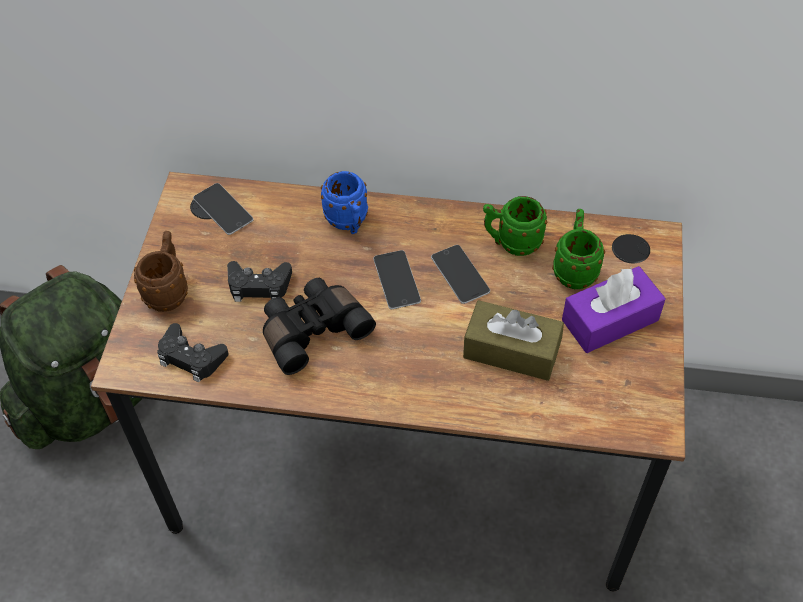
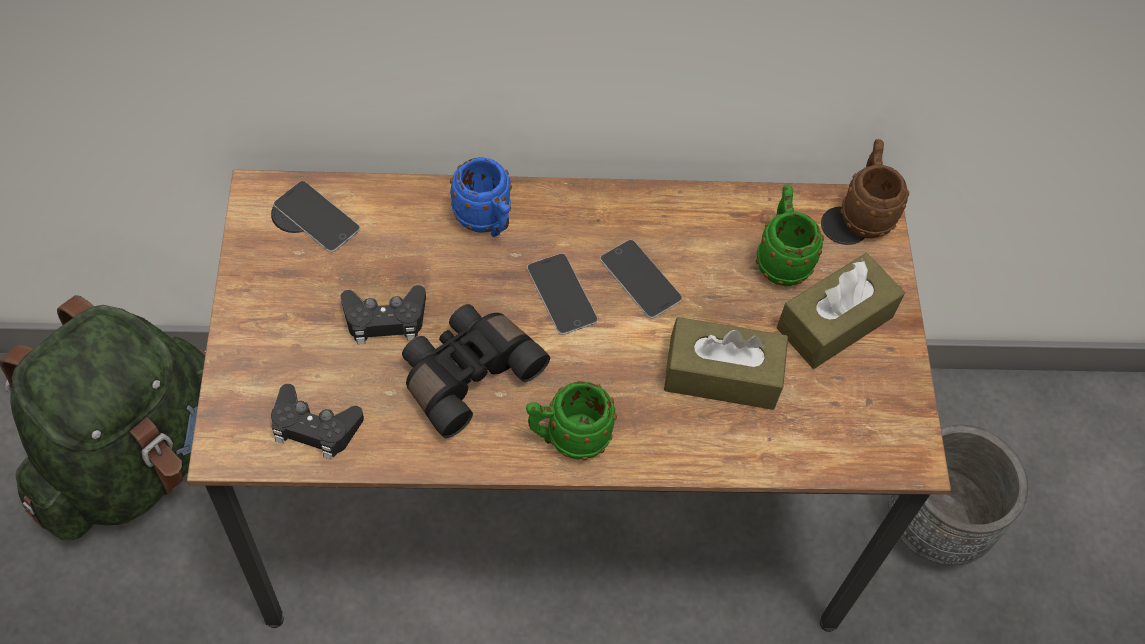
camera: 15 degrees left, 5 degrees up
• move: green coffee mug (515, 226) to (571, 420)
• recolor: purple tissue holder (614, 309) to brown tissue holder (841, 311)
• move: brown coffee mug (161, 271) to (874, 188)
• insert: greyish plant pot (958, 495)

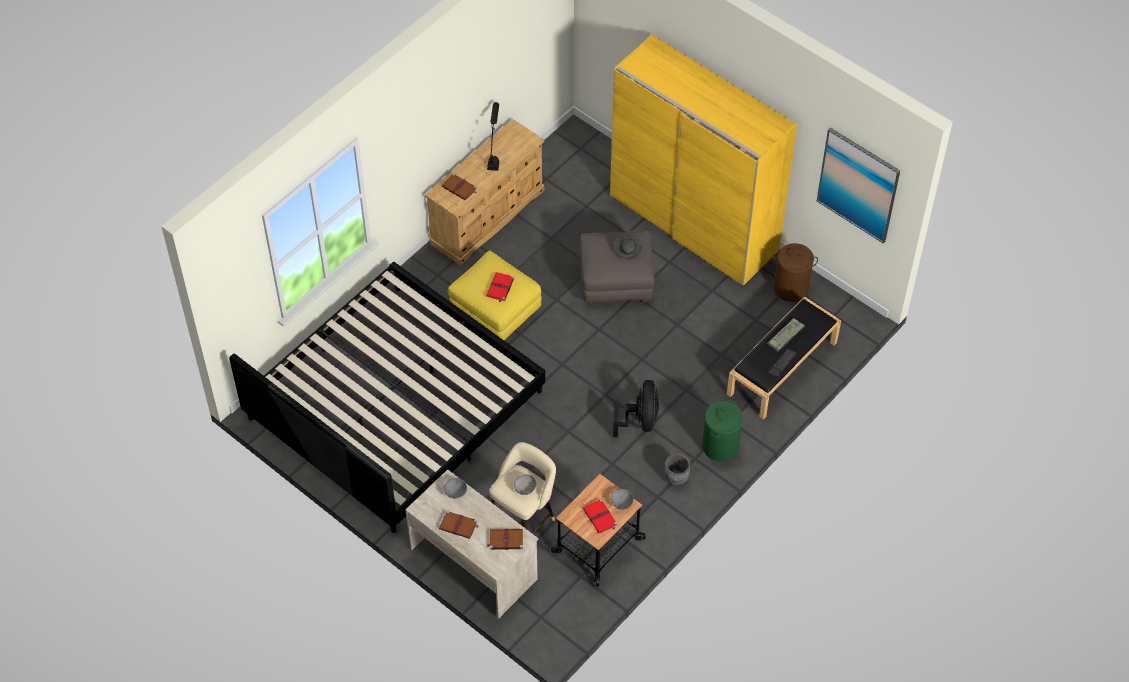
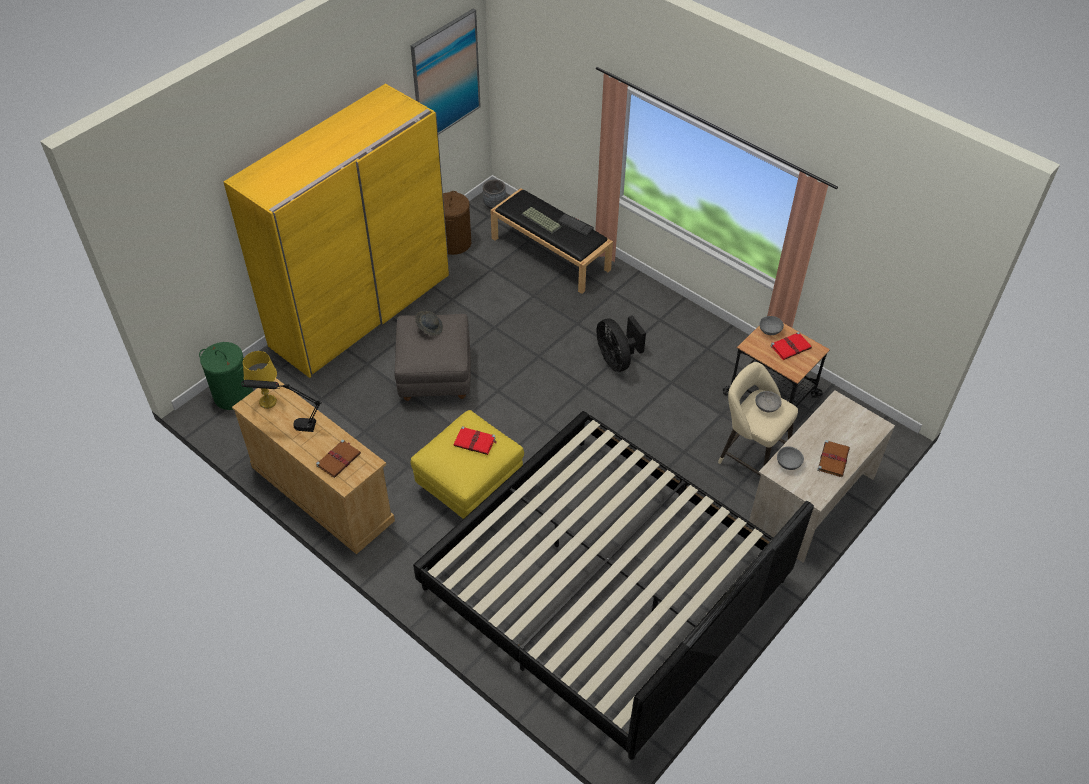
camera: 90 degrees left, 5 degrees down
• move: green laundry basket (722, 431) to (226, 376)
• insert: yellow lamp for a table (260, 380)
• move: greyish plant pot (677, 469) to (494, 194)
• rotate: black fan (636, 408) = (621, 343) 120 degrees counterclockwise
• delete: brown volume (505, 539)

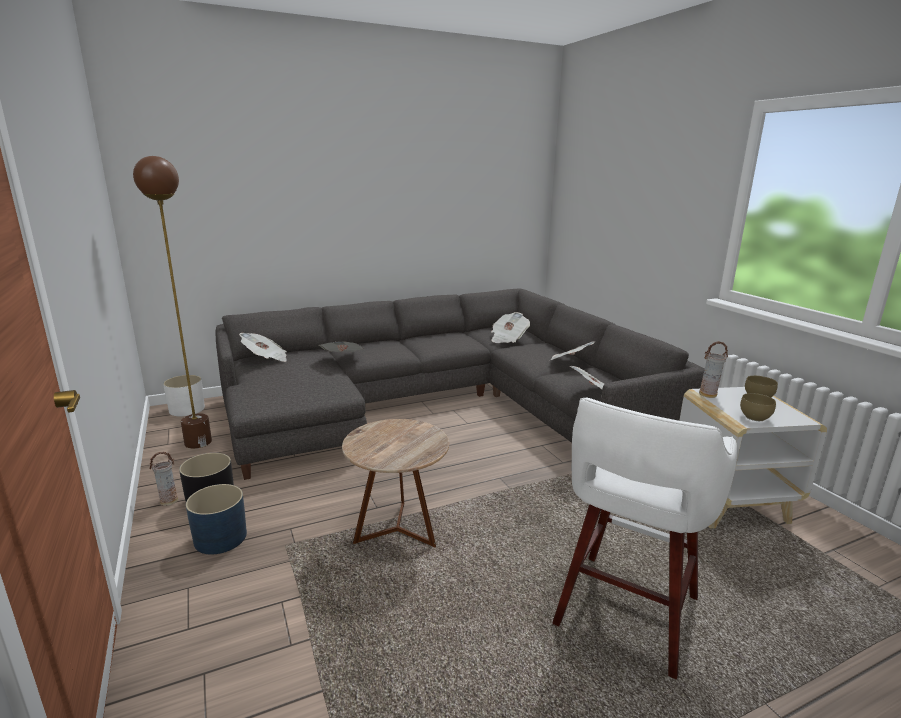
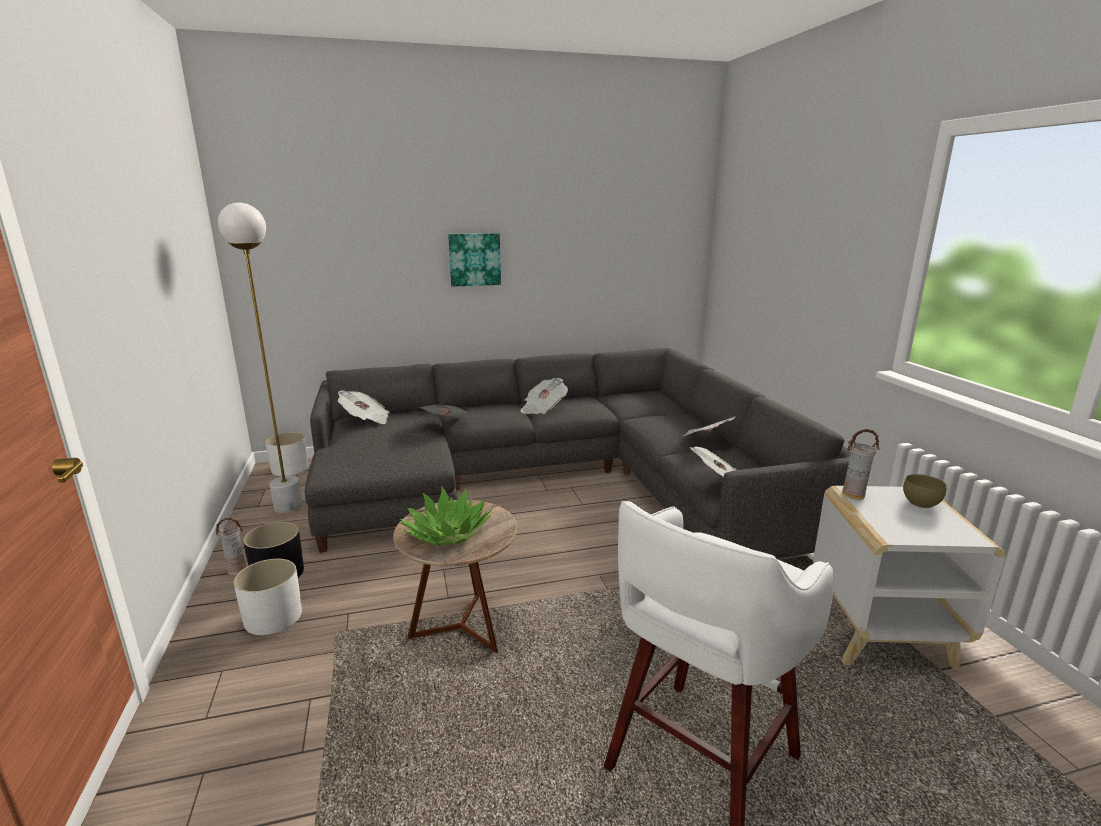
camera: 10 degrees right, 0 degrees up
• recolor: brown standing lamp (172, 302) to white standing lamp (260, 358)
• recolor: blue-coloured plant pot (216, 519) to white plant pot (268, 597)
• insert: potted plant (446, 516)
• insert: wall art (474, 260)
• move: newspaper (510, 327) to (544, 396)
• delete: brown serving bowl (758, 407)

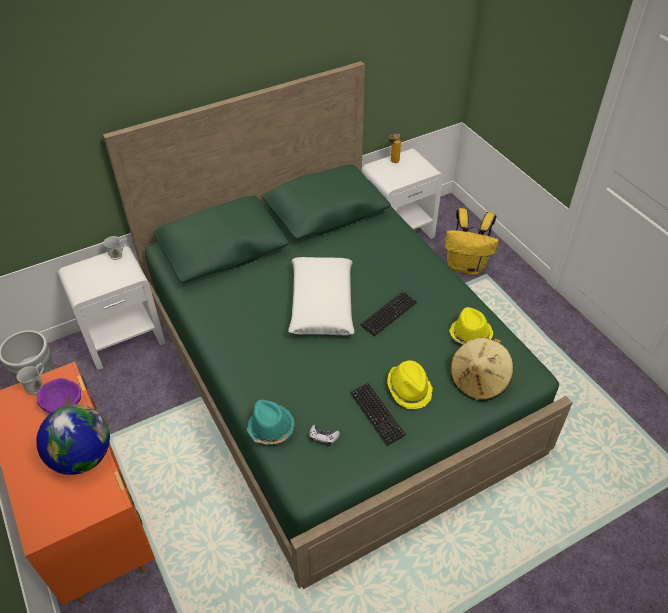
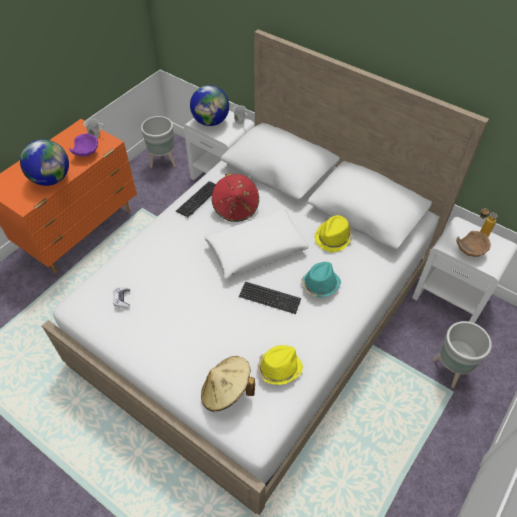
camera: 65 degrees right, 5 degrees up
• recolor: green bed (338, 325) to white bed (265, 272)
• move: computer keyboard (378, 414) to (196, 199)
• insert: globe (209, 105)
• insert: red wearable hat (235, 197)
• move: blue-green wearable hat (270, 422) to (321, 279)
• move: yellow wearable hat (410, 384) to (334, 234)
• replace: yellow knapsack (471, 241) to greyish plant pot (462, 354)
• insert: brown serving bowl (473, 244)

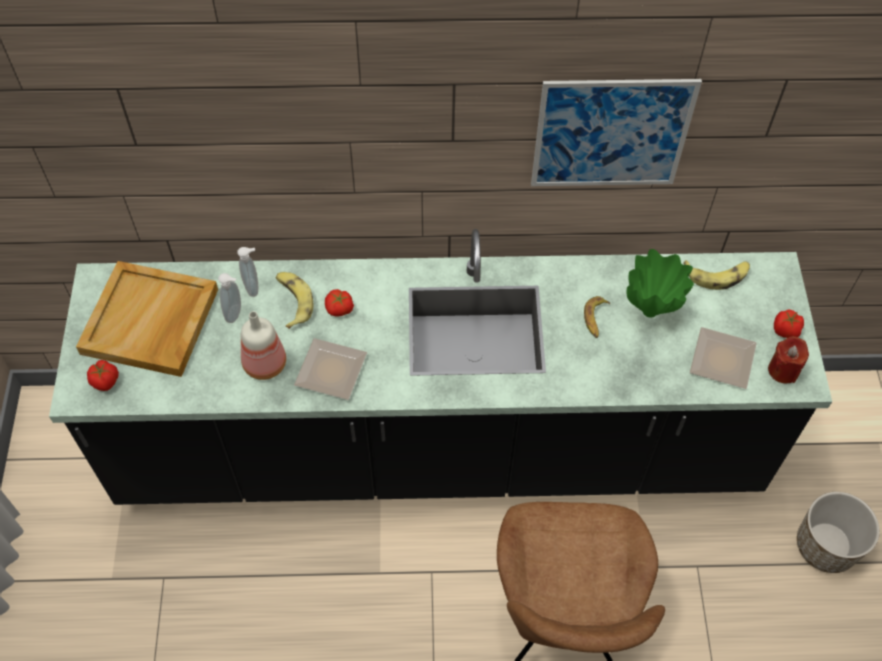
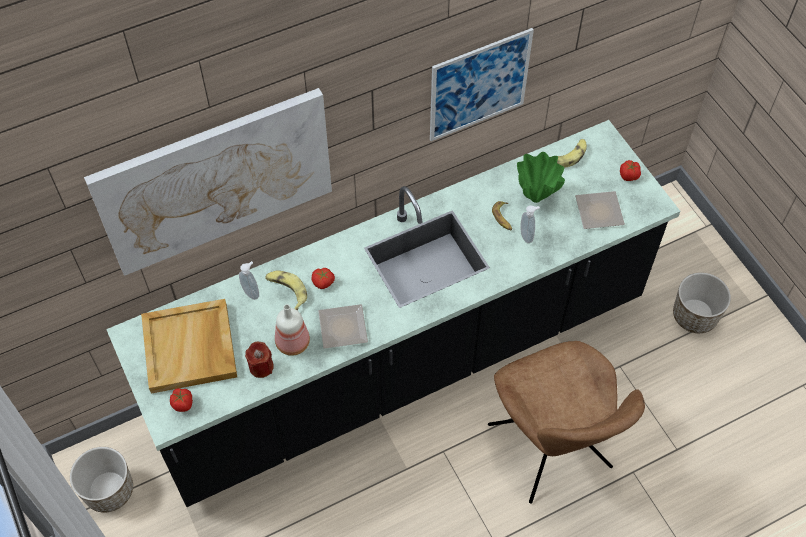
camera: 25 degrees left, 0 degrees up
• insert: plant pot (101, 480)
• insert: wall art (208, 182)
• move: red candle (788, 360) to (259, 359)
• move: soap dispenser (229, 298) to (530, 224)

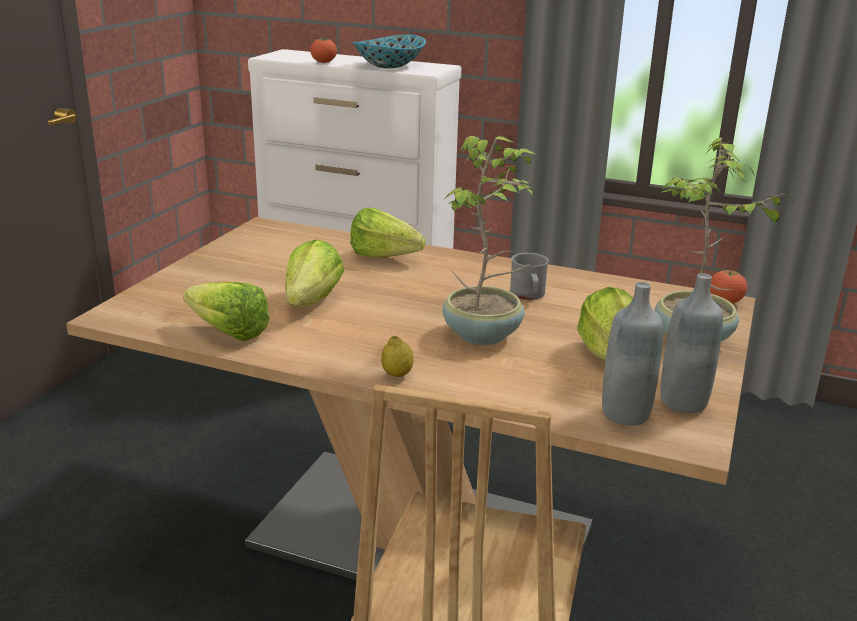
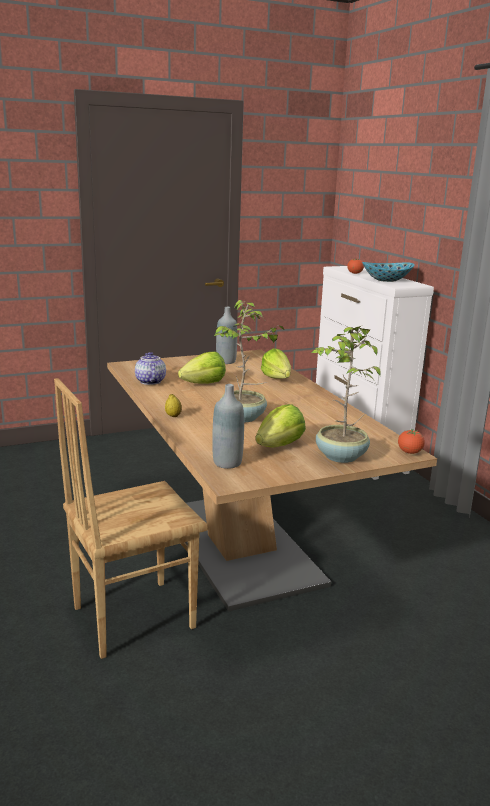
camera: 45 degrees right, 5 degrees down
• replace: head of lettuce (226, 311) to pot for tea (150, 368)
• move: greyish bottle (691, 343) to (226, 335)
• delete: greyish coffee mug (529, 276)

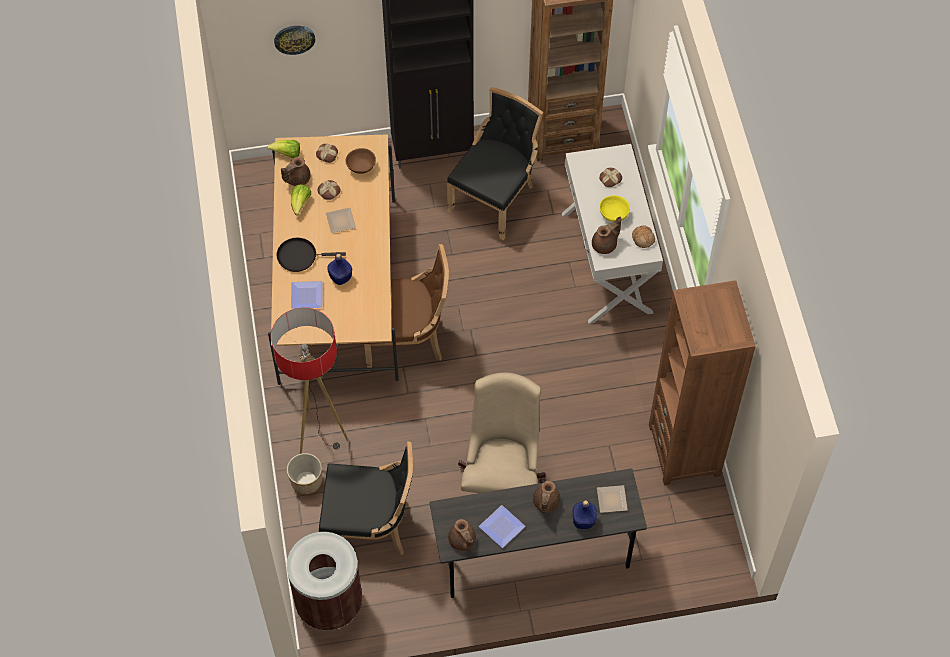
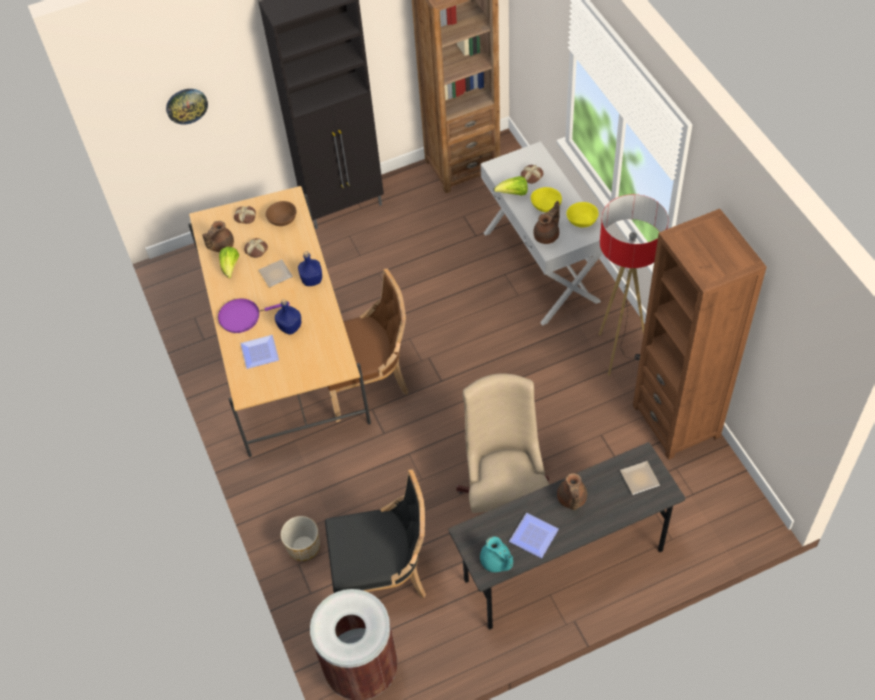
camera: 10 degrees left, 5 degrees down
• recolor: black frying pan (311, 255) to purple frying pan (254, 315)
• move: blue-coloured bottle (585, 514) to (310, 268)
• recolor: brown pot for tea (462, 535) to blue-green pot for tea (496, 554)
• move: head of lettuce (283, 149) to (511, 186)
• replace: bakery bread (643, 236) to yellow serving bowl (582, 214)
• move: standing lamp (309, 380) to (633, 285)
• delete: black chair (495, 163)

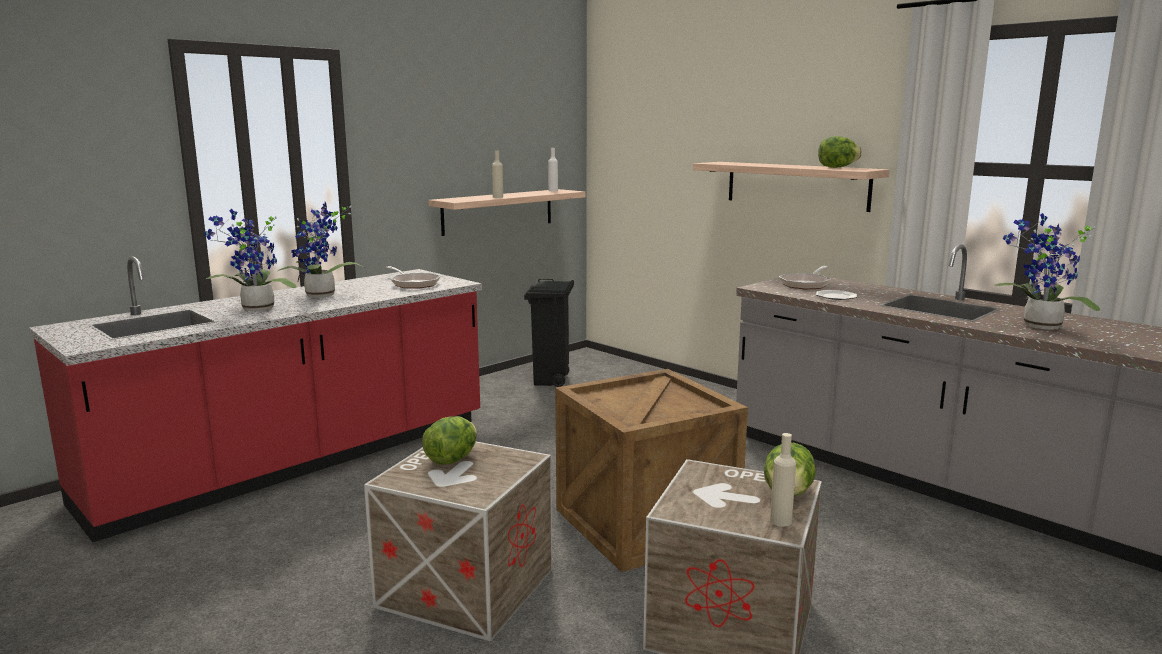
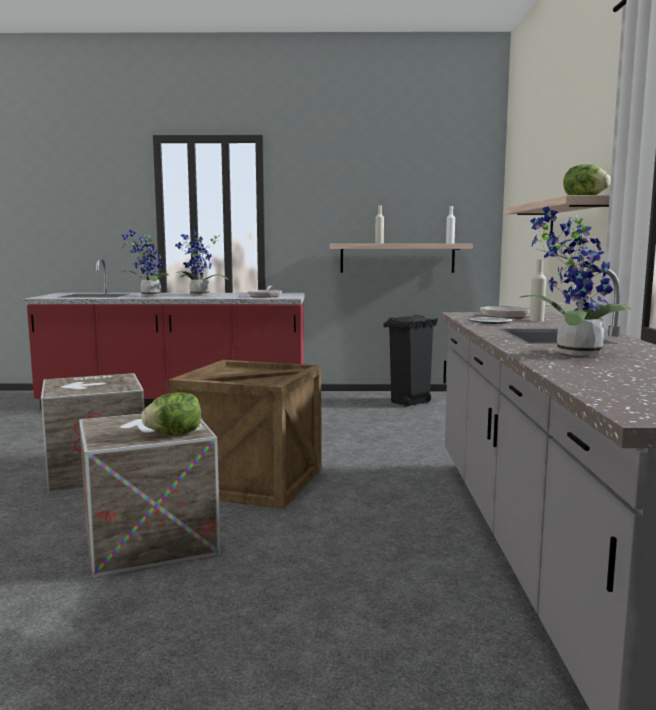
camera: 45 degrees right, 5 degrees down
• move: beige-coloured bottle (783, 480) to (538, 290)
• delete: head of lettuce (449, 440)

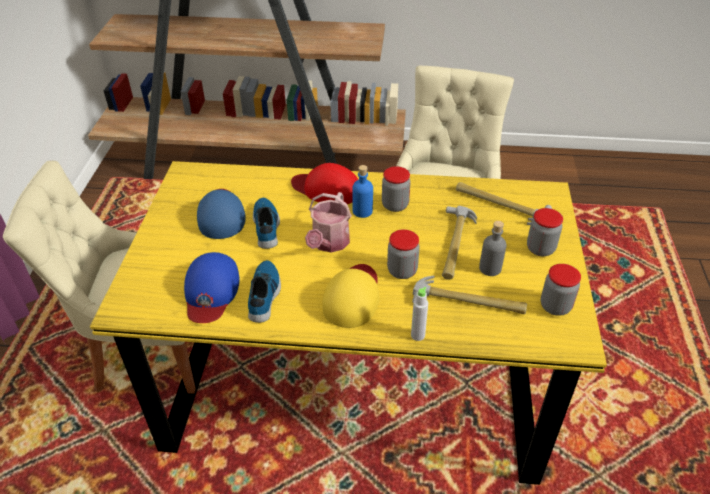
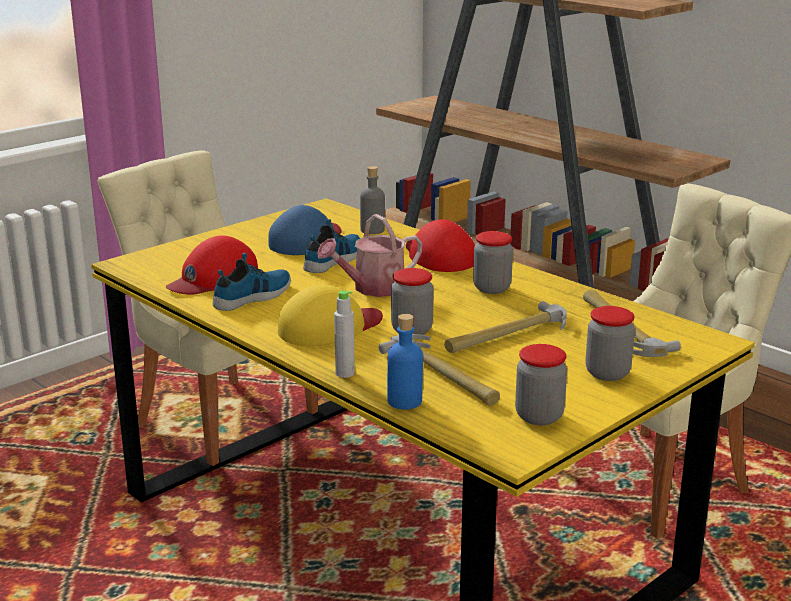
camera: 40 degrees right, 20 degrees down
• recolor: blue-coloured cap (211, 287) to red cap (212, 265)
• move: greyish bottle (493, 248) to (372, 200)
• move: blue-coloured bottle (362, 191) to (405, 362)

